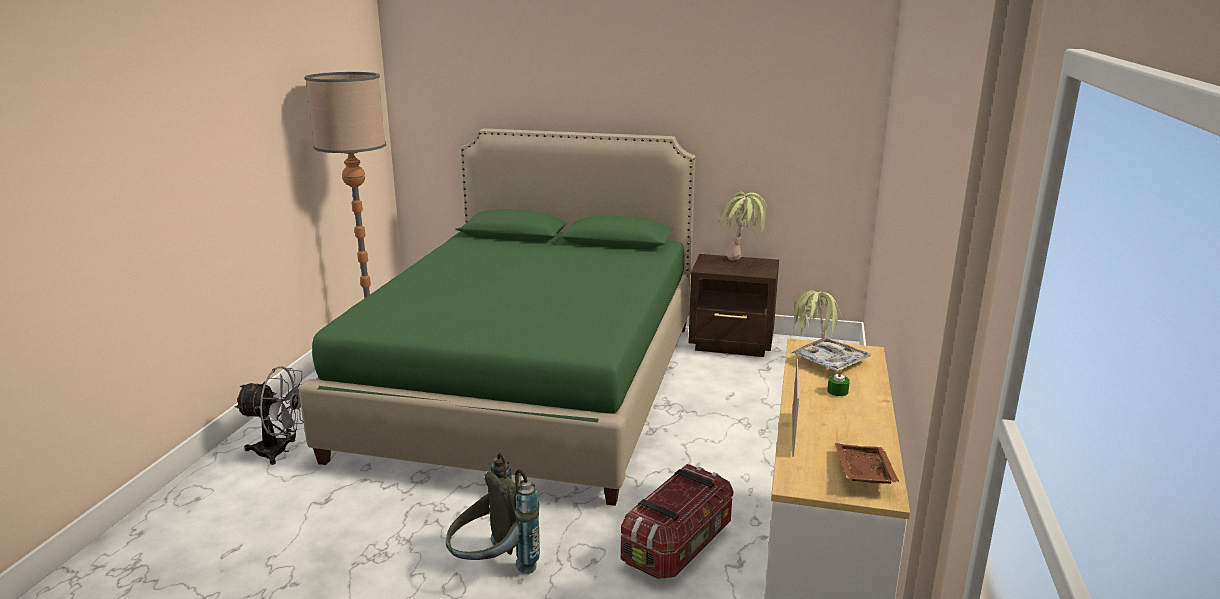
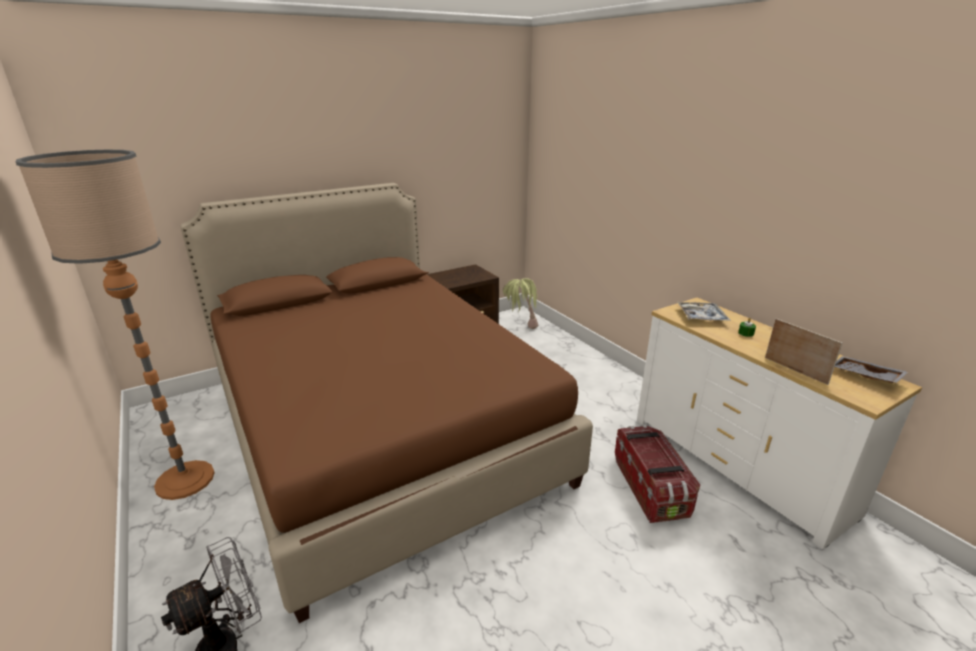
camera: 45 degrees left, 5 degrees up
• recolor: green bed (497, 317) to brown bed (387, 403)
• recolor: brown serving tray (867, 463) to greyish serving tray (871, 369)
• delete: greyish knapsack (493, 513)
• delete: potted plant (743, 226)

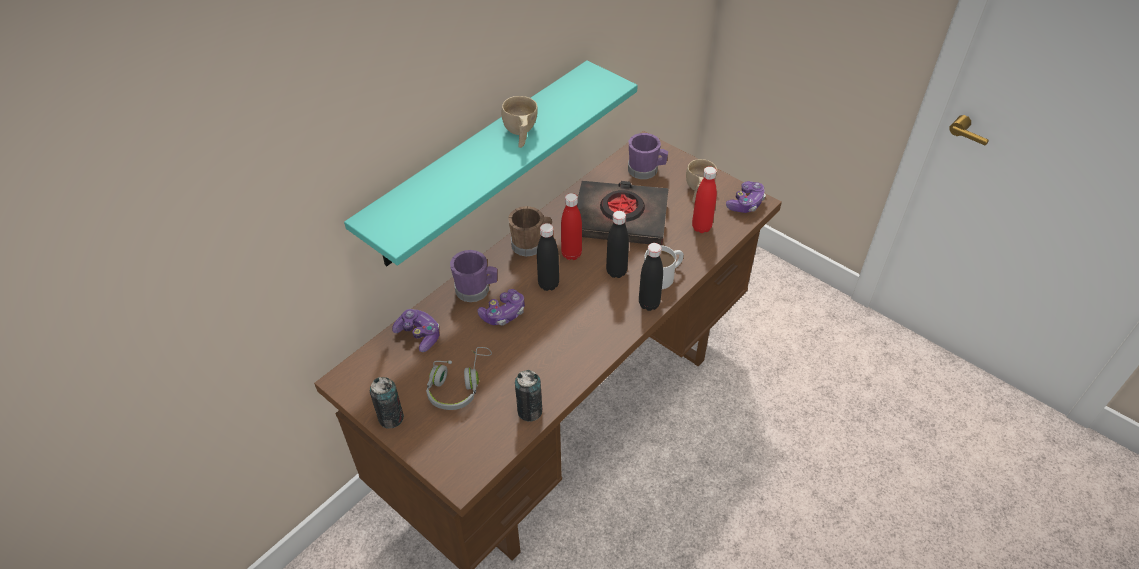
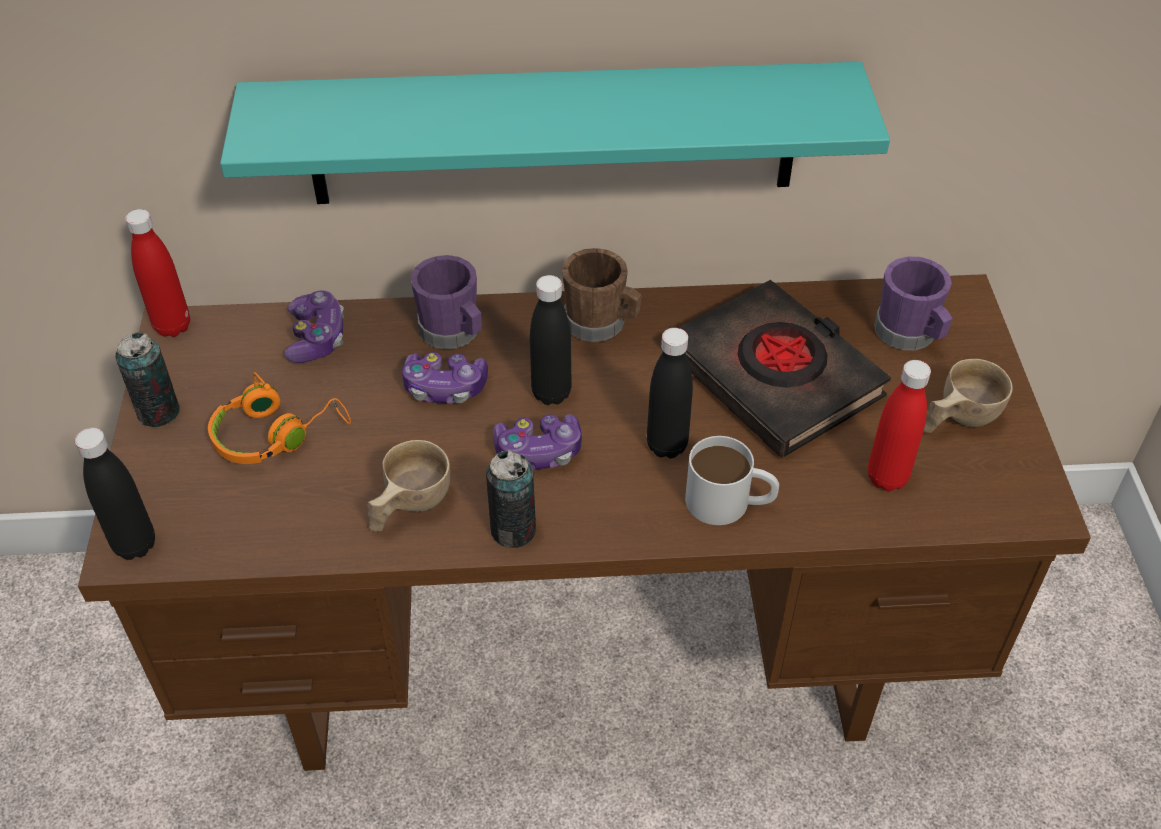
camera: 45 degrees right, 0 degrees up
• move: black bottle (651, 277) to (115, 494)
• move: red bottle (571, 226) to (157, 273)
• recolor: greyish headphones (459, 378) to orange-coloured headphones (279, 418)
• move: beige-coloured small cup (520, 122) to (409, 486)
• move: sealed can (529, 396) to (511, 499)
• move: joypad (746, 197) to (537, 442)

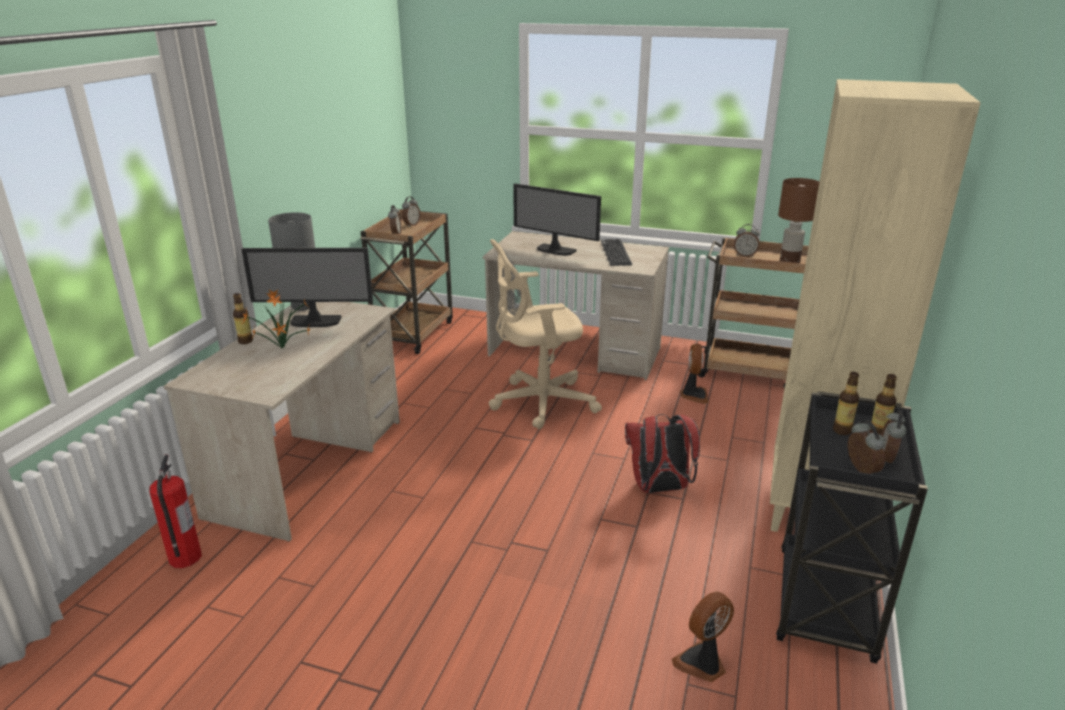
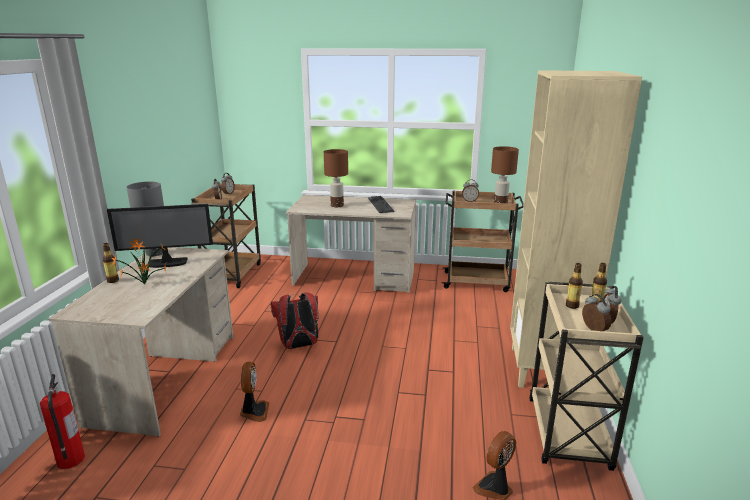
camera: 10 degrees left, 5 degrees down
• move: fan (694, 374) to (254, 392)
• move: red knapsack (662, 453) to (294, 320)
• replace: computer screen (557, 219) to brown lamp for a table (336, 178)
• recolor: black cart (852, 527) to beige-coloured cart (586, 376)
• delete: beige-coloured office chair (545, 334)

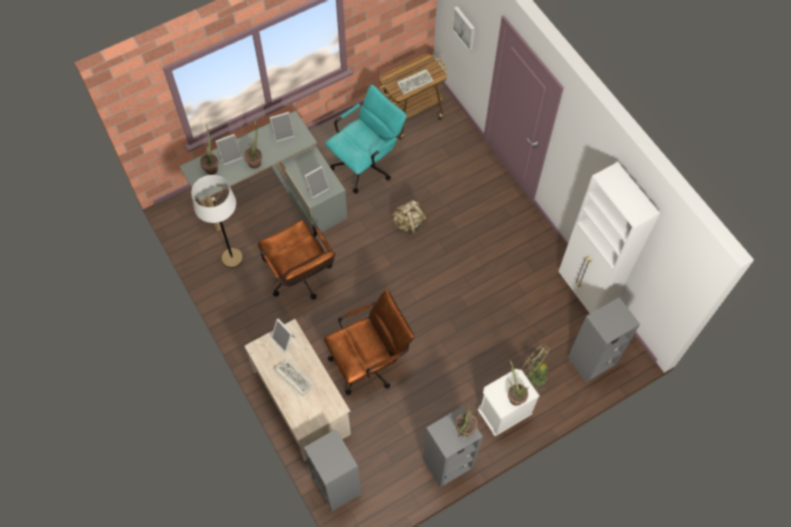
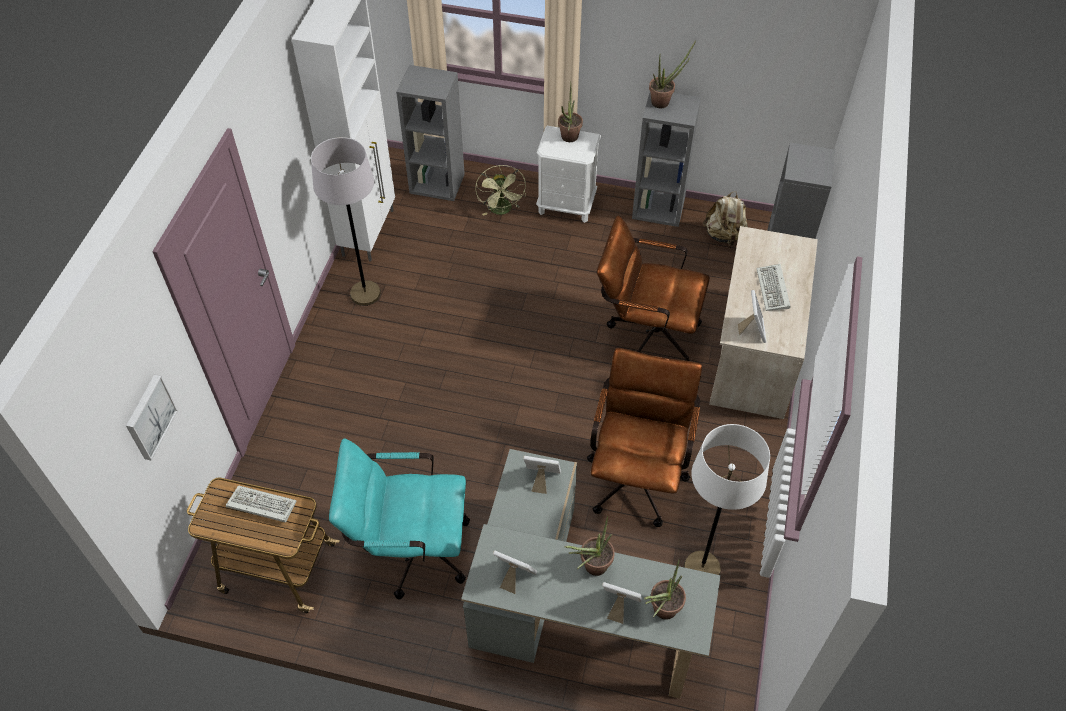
camera: 135 degrees left, 10 degrees down
• insert: greyish standing lamp (346, 221)
• move: beige-coloured knapsack (409, 217) to (725, 218)

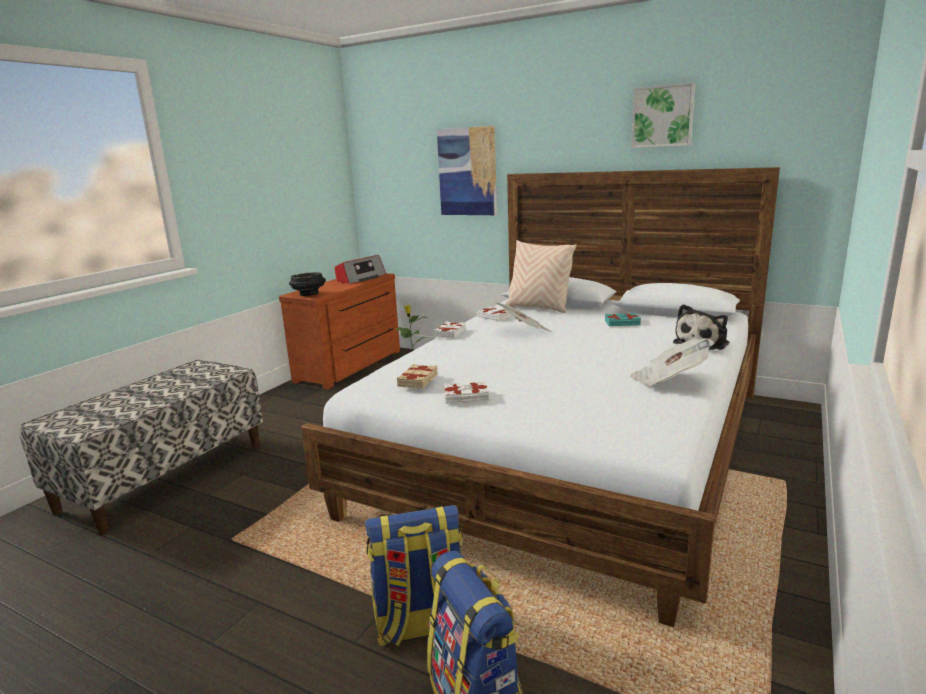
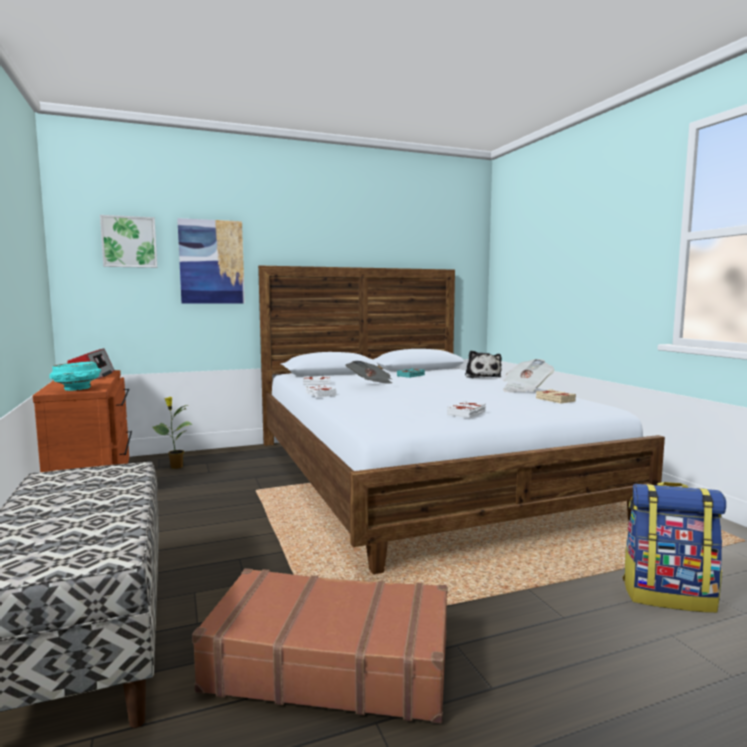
camera: 50 degrees left, 10 degrees down
• recolor: black serving bowl (307, 284) to blue-green serving bowl (75, 376)
• move: wall art (663, 115) to (128, 241)
• insert: brown piece of luggage (319, 646)
• move: beige-coloured volume (417, 376) to (556, 396)
• delete: knapsack (414, 575)
• delete: beige-coloured pillow (541, 276)

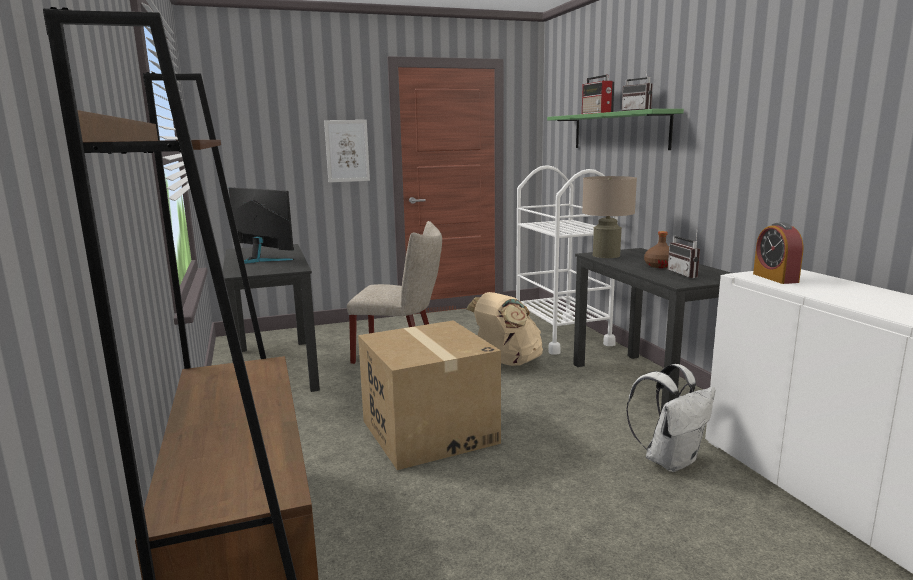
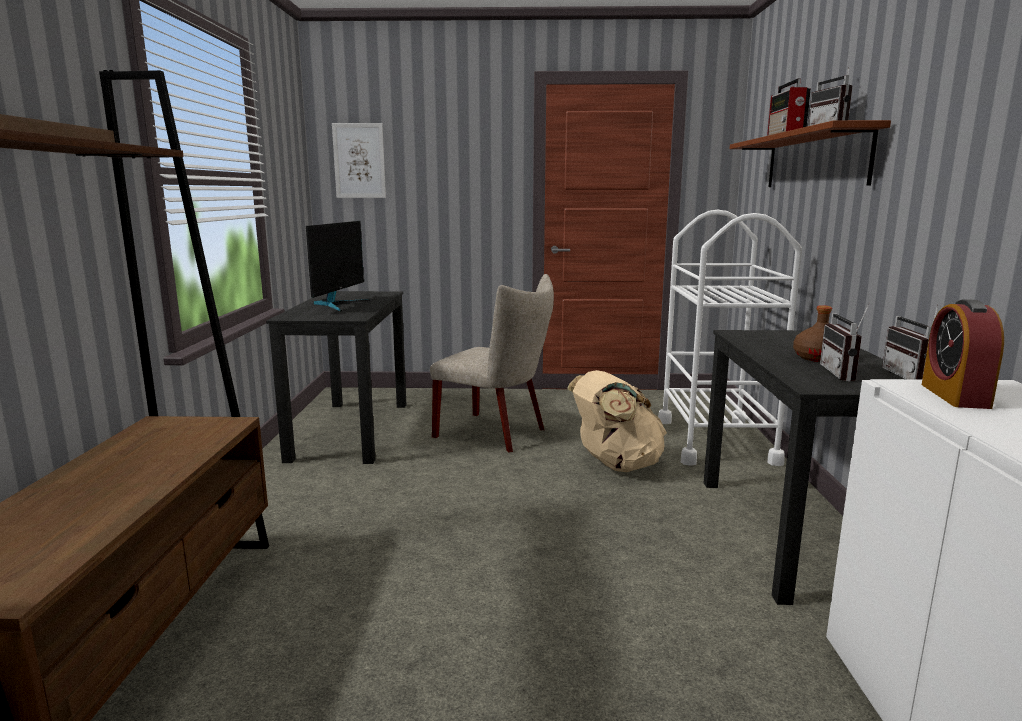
camera: 20 degrees right, 0 degrees up
• rotate: computer screen (261, 225) = (338, 266) 45 degrees clockwise
• move: wall art (347, 151) to (359, 160)
• recolor: green bracket shelf (615, 129) to brown bracket shelf (810, 153)
• insert: radio receiver (910, 342)
• delete: packing box (429, 395)
• delete: beige-coloured lamp for a table (609, 217)
• delete: white knapsack (671, 418)

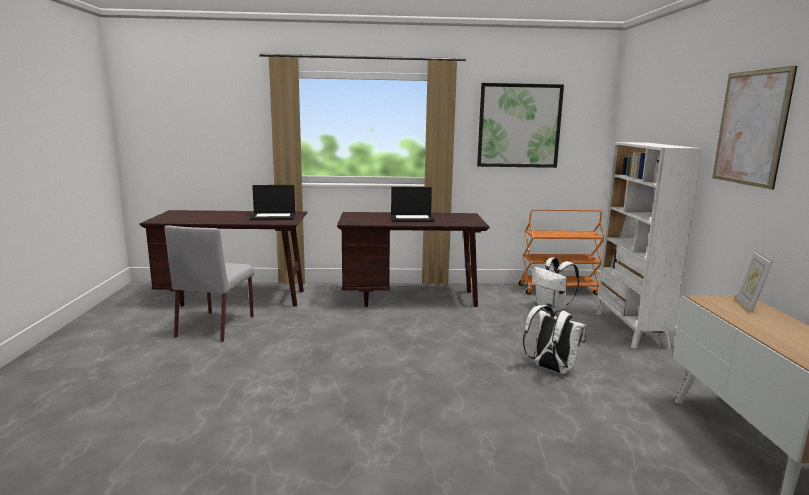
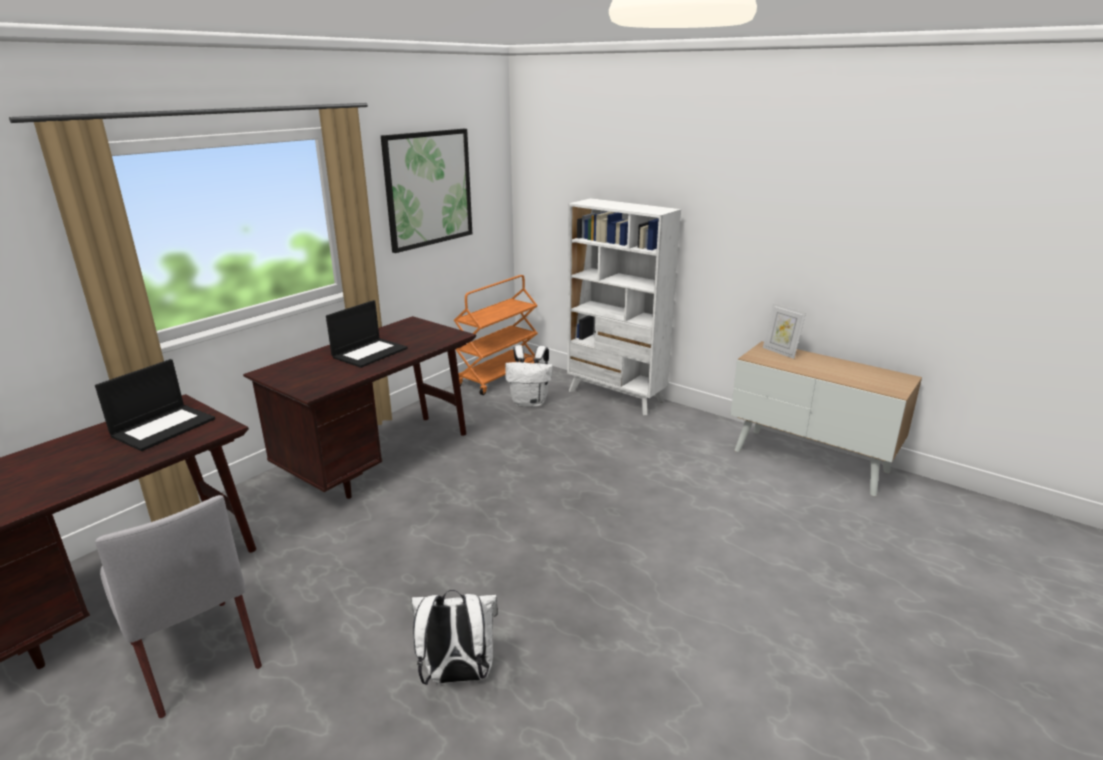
camera: 50 degrees left, 10 degrees up
• move: white knapsack (554, 339) to (454, 637)
• delete: wall art (754, 128)

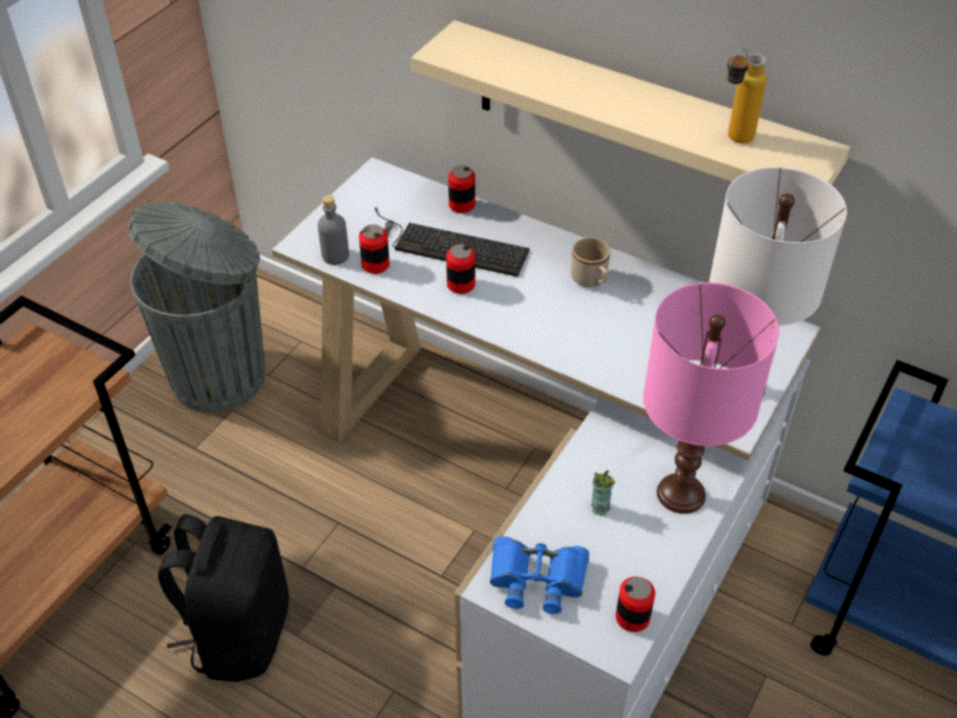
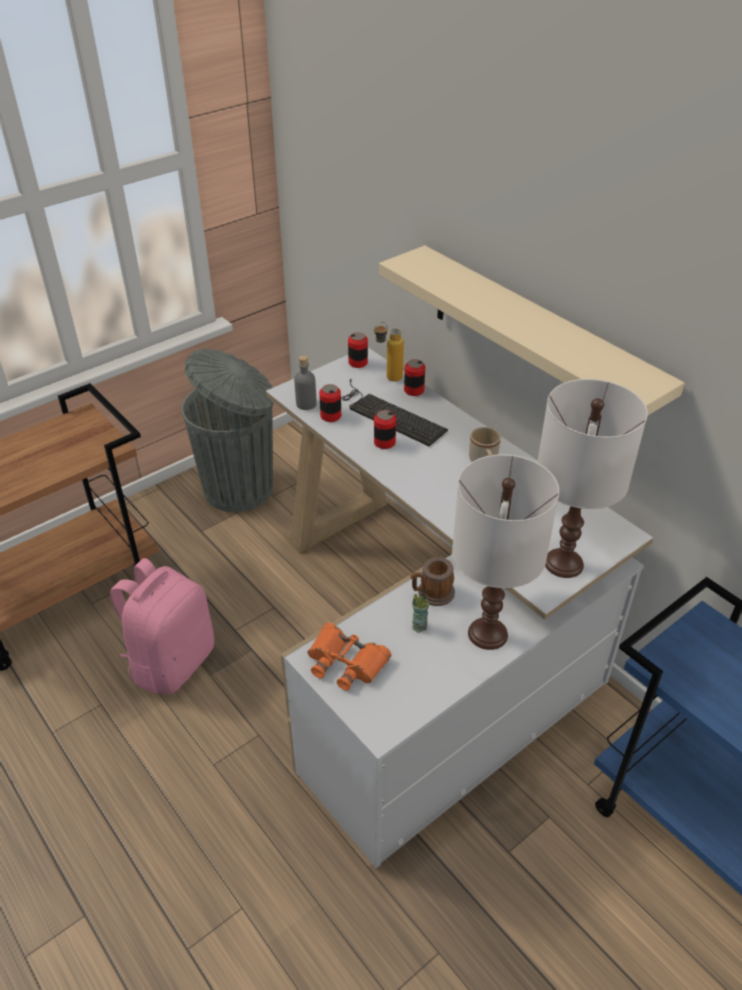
camera: 20 degrees right, 5 degrees down
• recolor: black knapsack (223, 598) to pinkish knapsack (162, 626)
• recolor: blue-coloured pair of binoculars (539, 575) to orange-coloured pair of binoculars (349, 657)
• move: sealed can (635, 604) to (358, 350)
• move: bottle (747, 96) to (389, 352)
• insert: coffee mug (433, 581)
• recolor: pinkish lamp for a table (711, 398) to white lamp for a table (505, 552)

